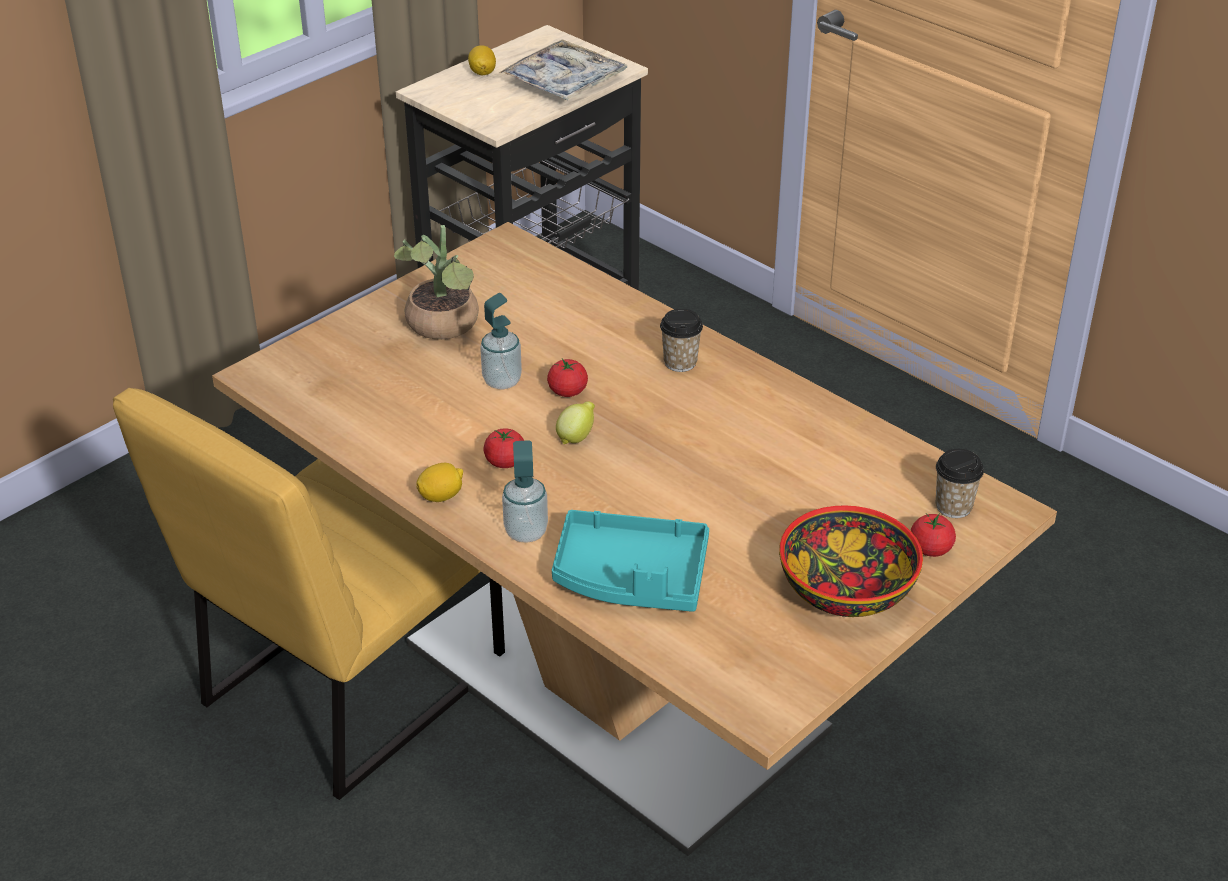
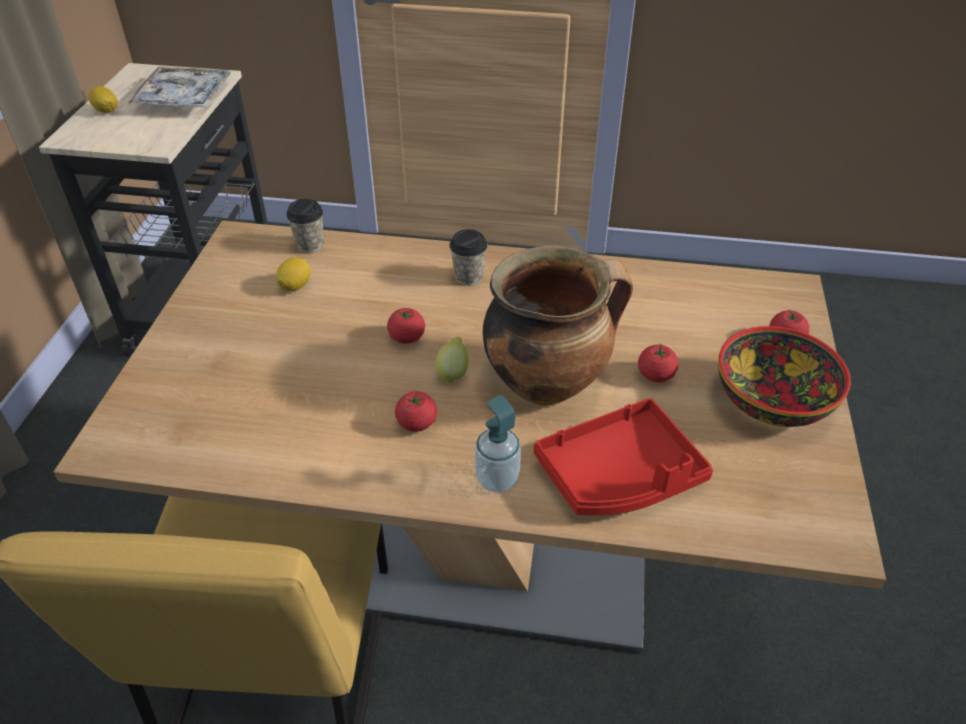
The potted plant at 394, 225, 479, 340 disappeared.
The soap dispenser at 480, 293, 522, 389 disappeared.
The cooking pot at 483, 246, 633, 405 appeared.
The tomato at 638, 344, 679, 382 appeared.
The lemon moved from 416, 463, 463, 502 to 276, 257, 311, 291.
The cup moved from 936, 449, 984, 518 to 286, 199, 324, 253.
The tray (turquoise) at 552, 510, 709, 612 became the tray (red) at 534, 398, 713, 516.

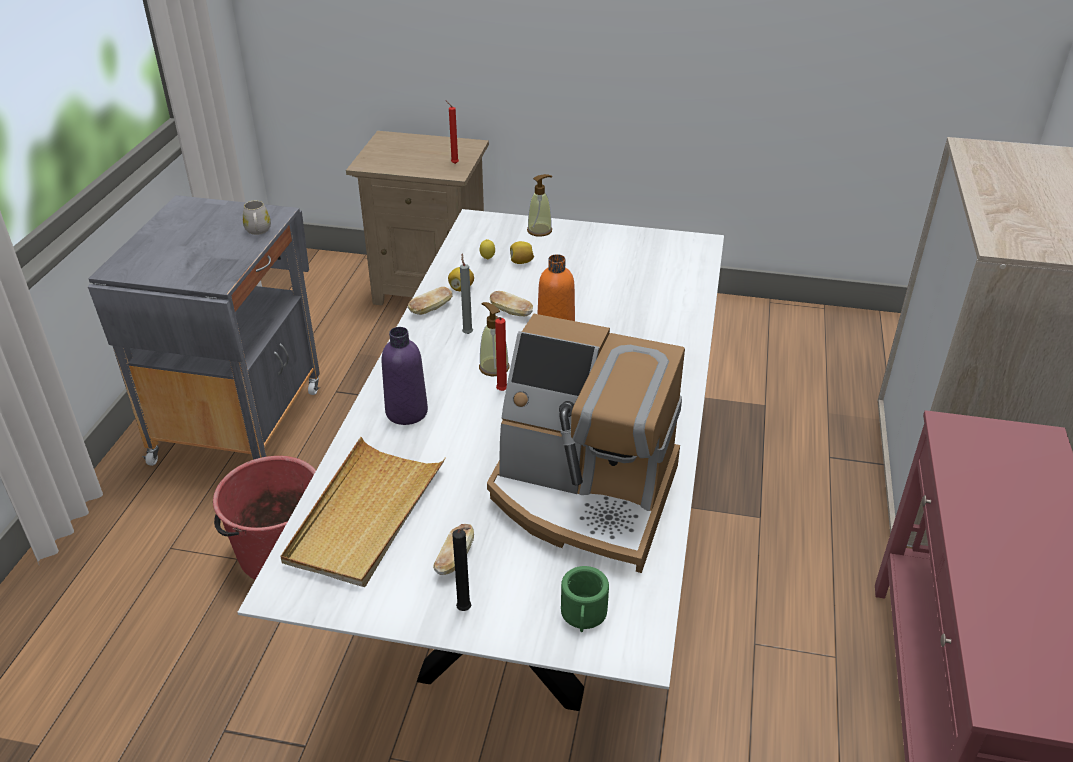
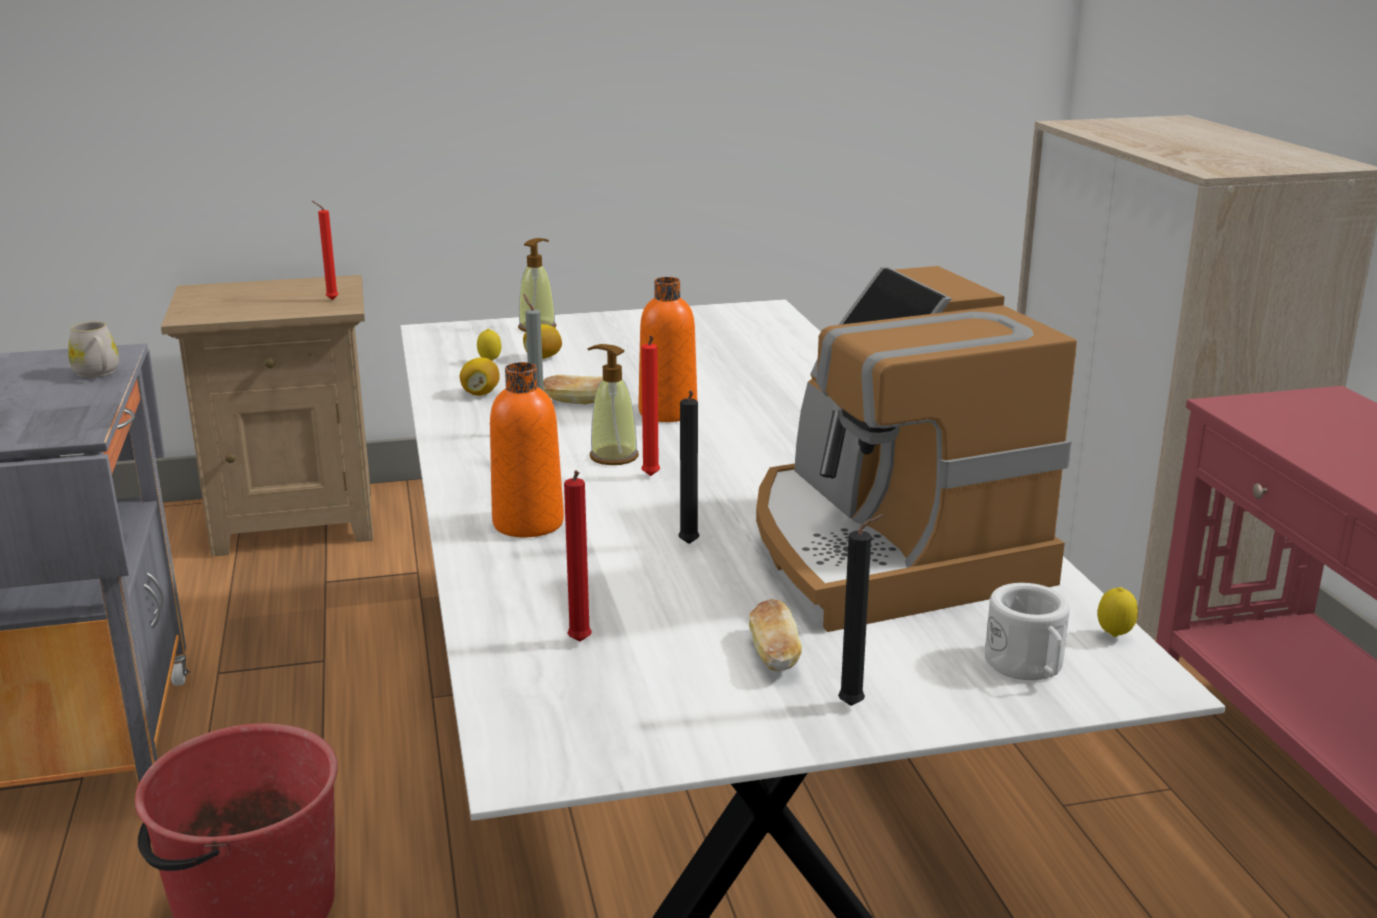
The bread at 408, 287, 453, 315 disappeared.
The candle (black) at 678, 390, 700, 544 appeared.
The lemon at 1097, 587, 1138, 637 appeared.
The tray (beige) at 280, 437, 446, 587 was replaced by the candle (red) at 564, 470, 592, 642.
The bottle (purple) at 382, 327, 428, 425 became the bottle (orange) at 490, 362, 564, 537.
The mug (green) at 561, 566, 609, 632 became the mug (white) at 985, 583, 1070, 680.
The coffee machine at 487, 314, 685, 573 turned 75 degrees clockwise.

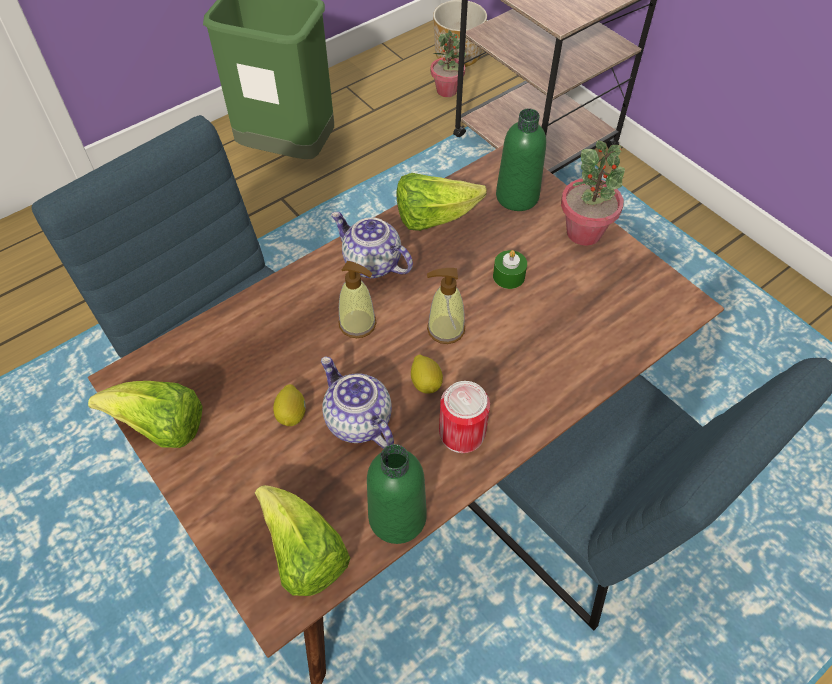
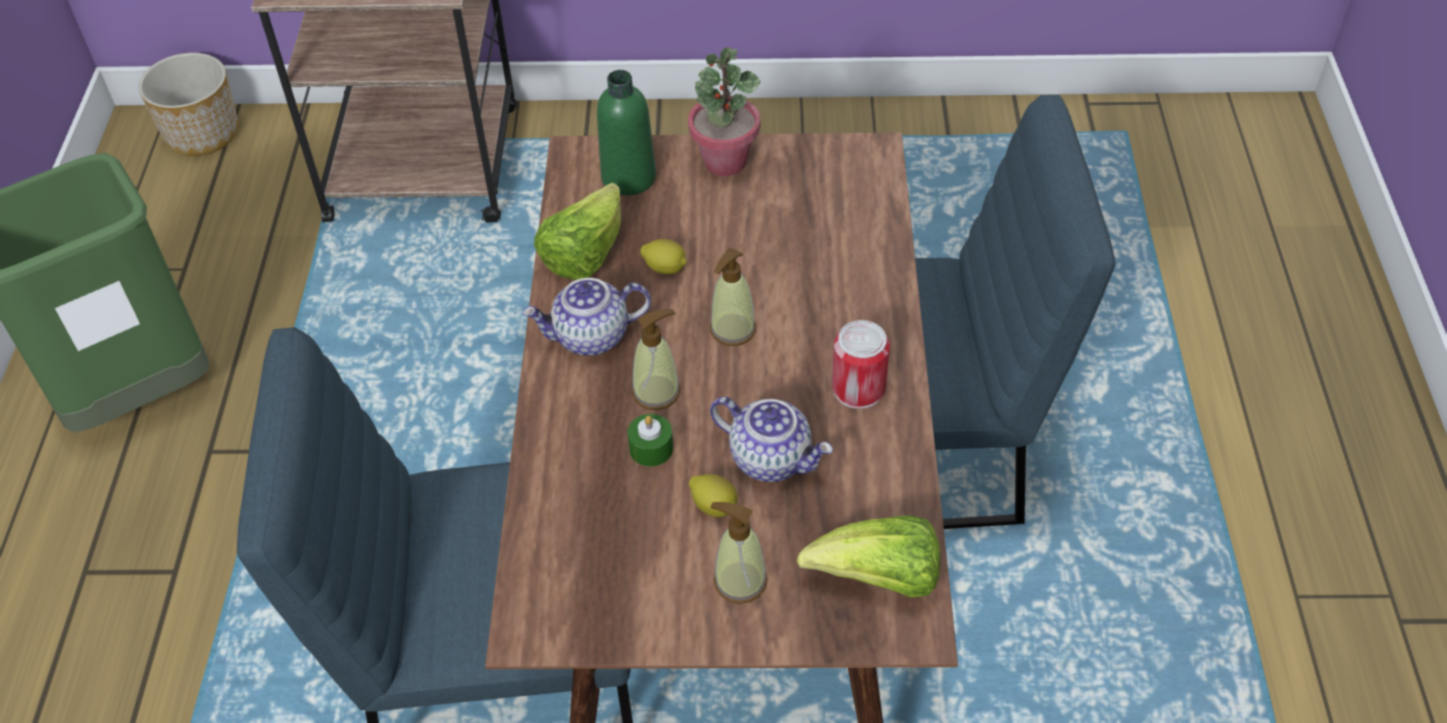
The lettuce at 88, 381, 203, 448 disappeared.
The bottle (green) at 367, 444, 427, 544 disappeared.
The potted plant at 430, 30, 466, 97 disappeared.
The soap dispenser at 710, 502, 767, 604 appeared.
The lemon moved from 411, 355, 443, 393 to 640, 239, 687, 275.
The candle (green) moved from 493, 250, 527, 289 to 628, 414, 673, 467.
The teapot at 321, 356, 394, 449 turned 150 degrees counterclockwise.

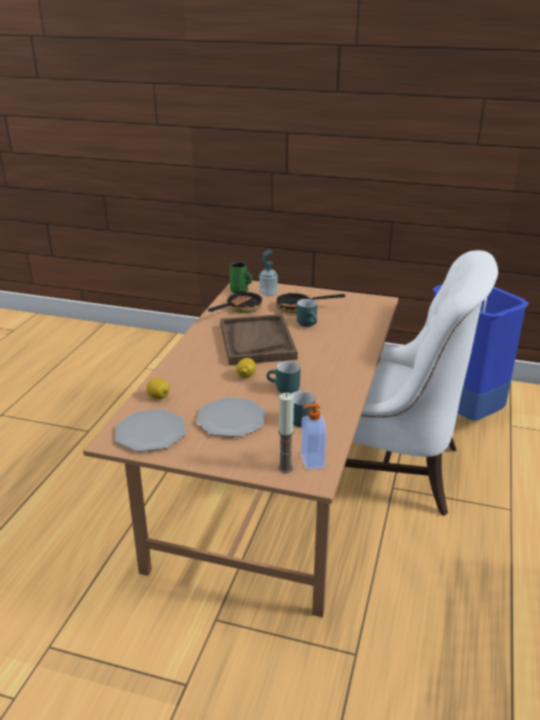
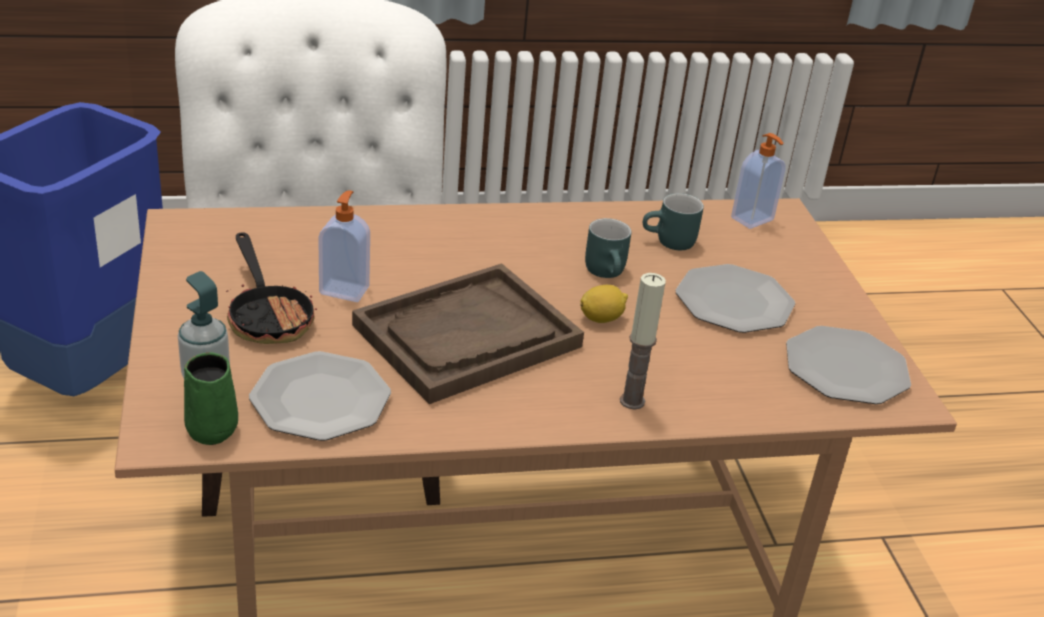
The lemon at 146, 378, 170, 399 disappeared.
The candle moved from 278, 393, 294, 473 to 620, 273, 666, 410.
The frying pan at 208, 289, 262, 313 was replaced by the plate at 249, 351, 391, 441.
The mug (turquoise) at 297, 299, 317, 327 was replaced by the soap dispenser at 318, 191, 370, 302.

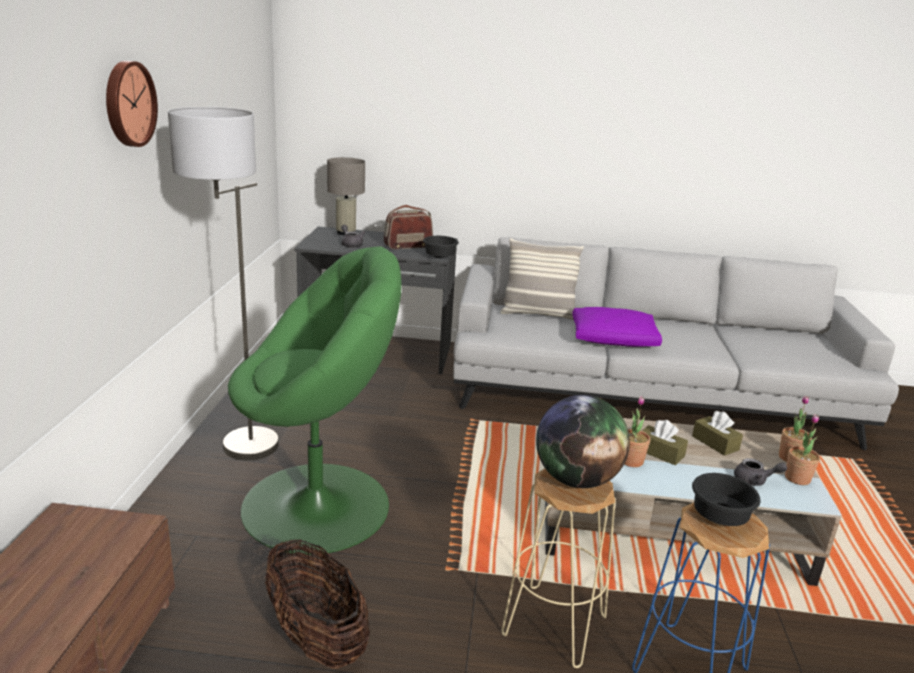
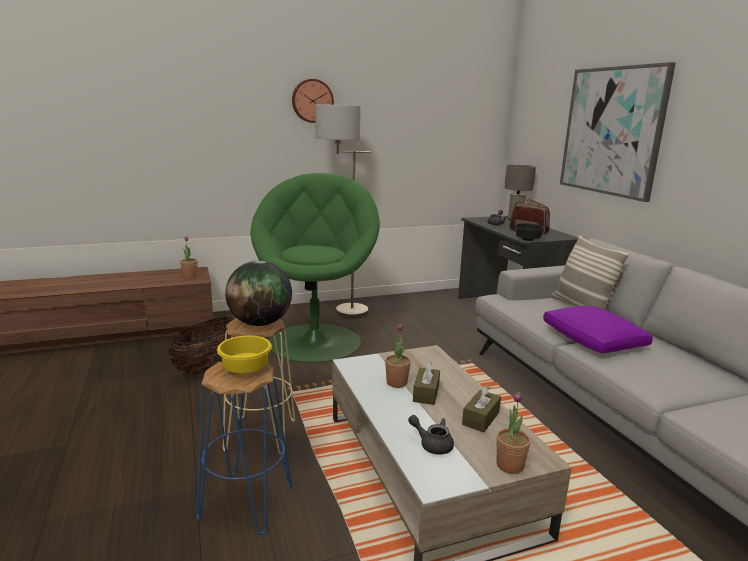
The picture at 560, 62, 676, 202 appeared.
The potted plant moved from 785, 414, 820, 485 to 180, 236, 198, 278.
The bowl (black) at 692, 473, 761, 526 became the bowl (yellow) at 217, 335, 272, 373.
The armchair (green) at 228, 246, 401, 555 turned 135 degrees counterclockwise.
The teapot (grey) at 734, 458, 787, 486 turned 135 degrees clockwise.

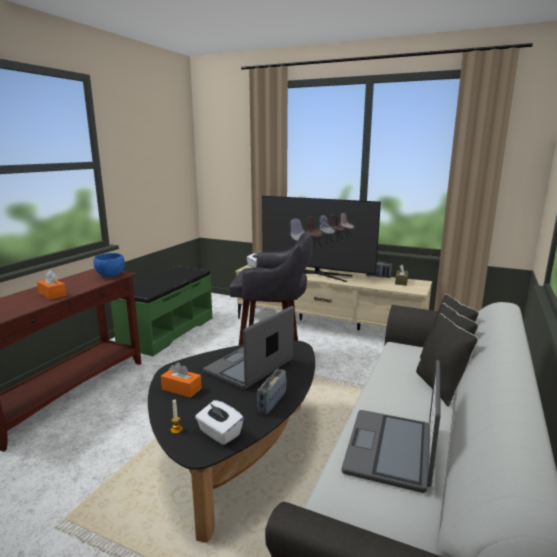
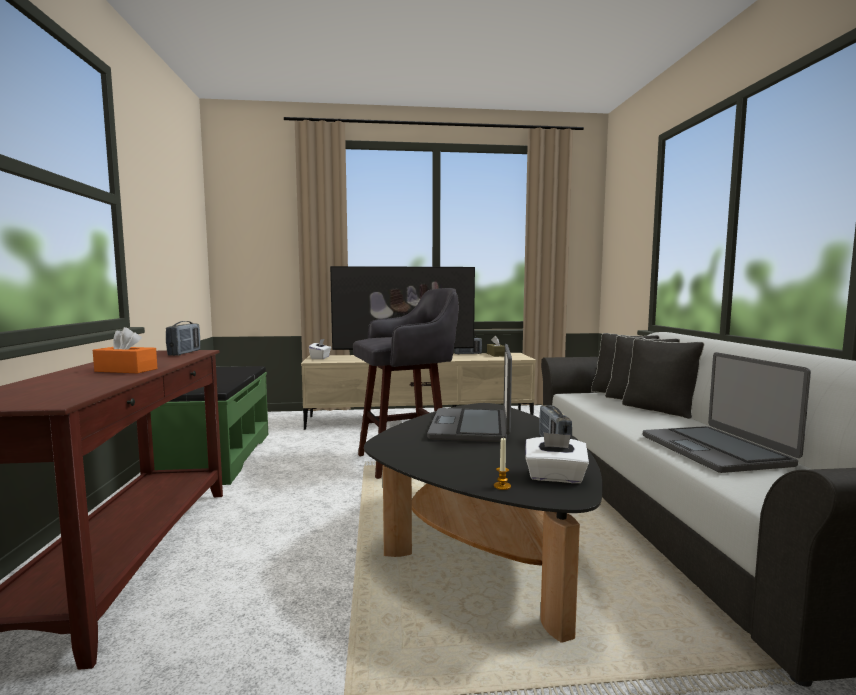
The tissue box (orange) at 161, 362, 202, 398 disappeared.
The bowl (blue) at 93, 253, 125, 277 was replaced by the radio at 166, 321, 200, 356.

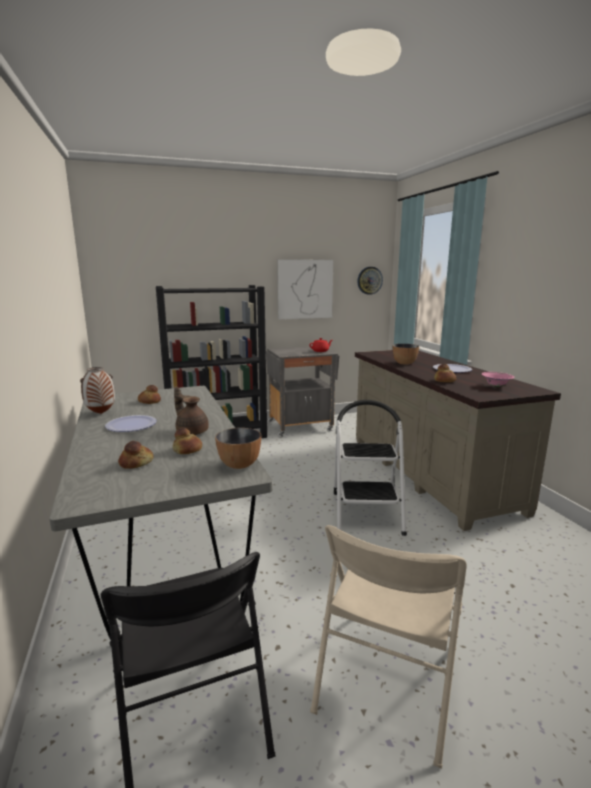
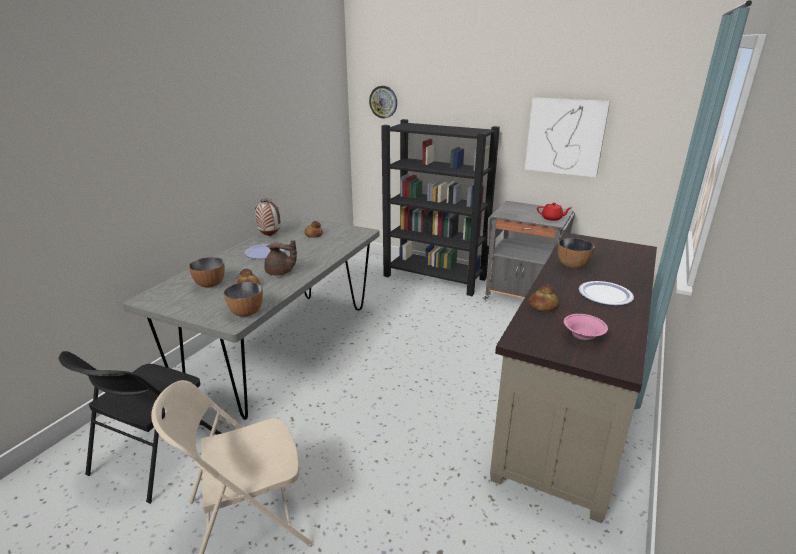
The step ladder at 334, 400, 407, 536 disappeared.
The wall clock moved from 358, 267, 383, 295 to 369, 86, 397, 118.
The bread at 118, 441, 154, 469 was replaced by the bowl at 189, 257, 225, 288.
The teapot (brown) at 174, 386, 209, 435 turned 105 degrees clockwise.

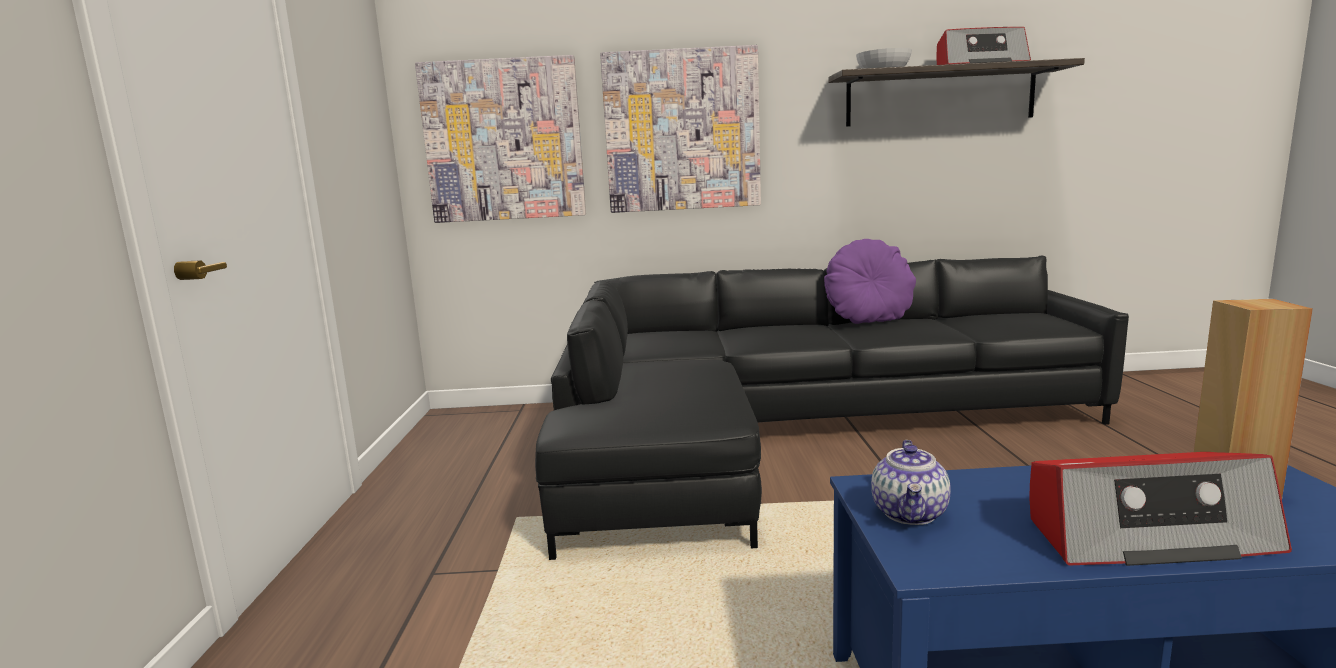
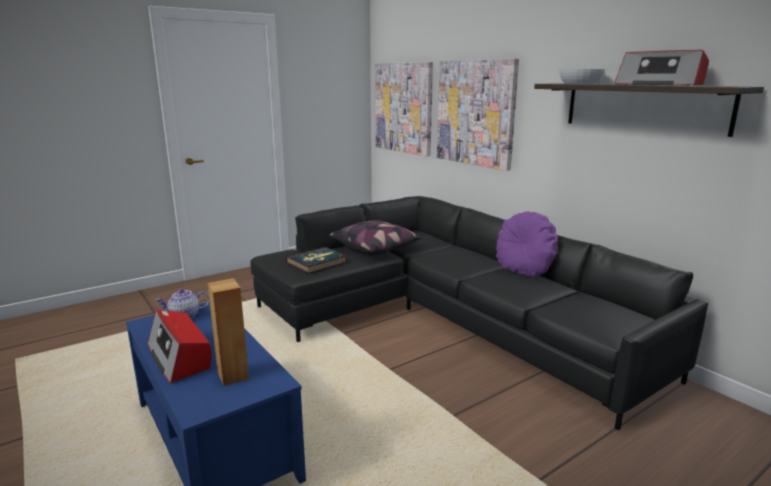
The book at 286, 247, 347, 274 appeared.
The pillow at 330, 220, 423, 255 appeared.

